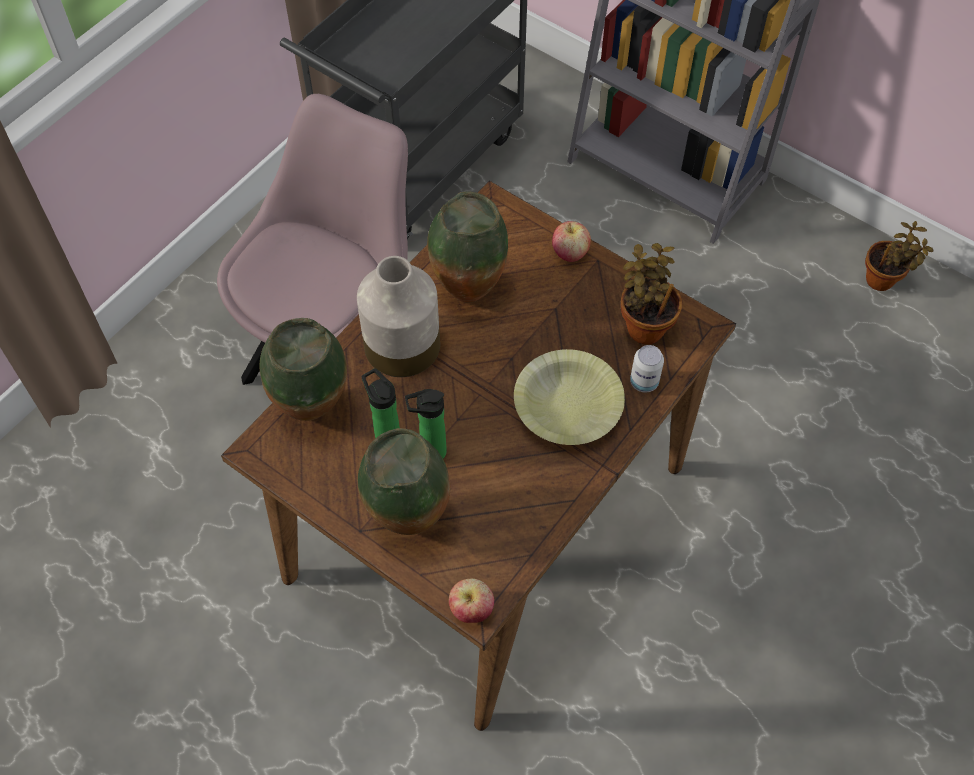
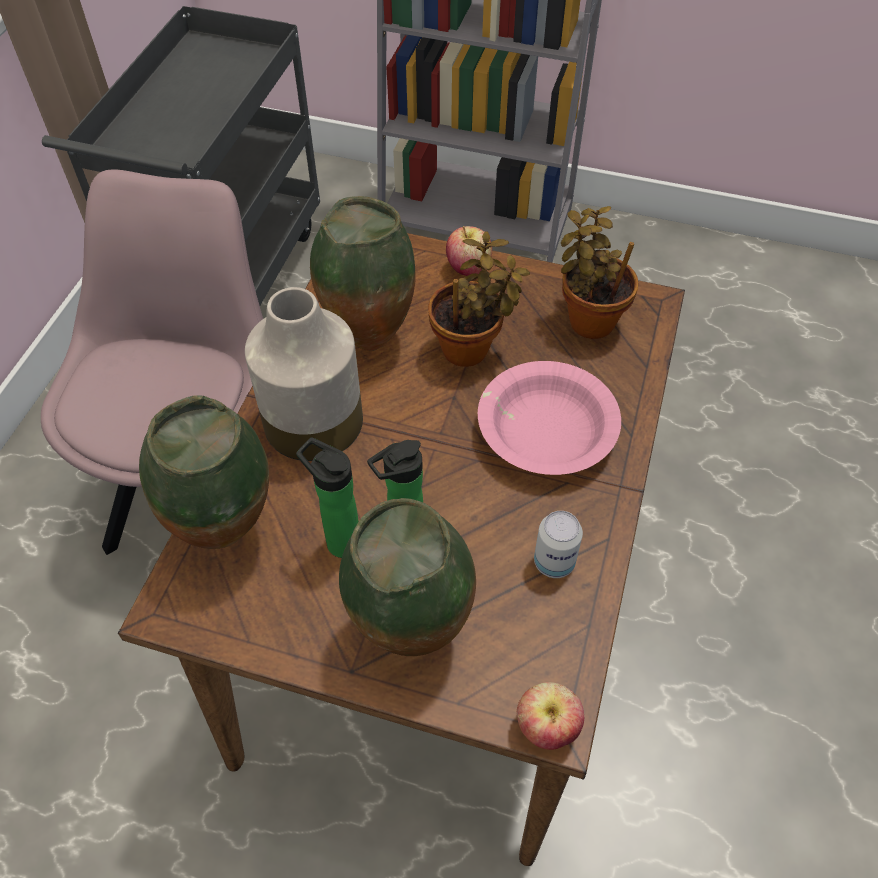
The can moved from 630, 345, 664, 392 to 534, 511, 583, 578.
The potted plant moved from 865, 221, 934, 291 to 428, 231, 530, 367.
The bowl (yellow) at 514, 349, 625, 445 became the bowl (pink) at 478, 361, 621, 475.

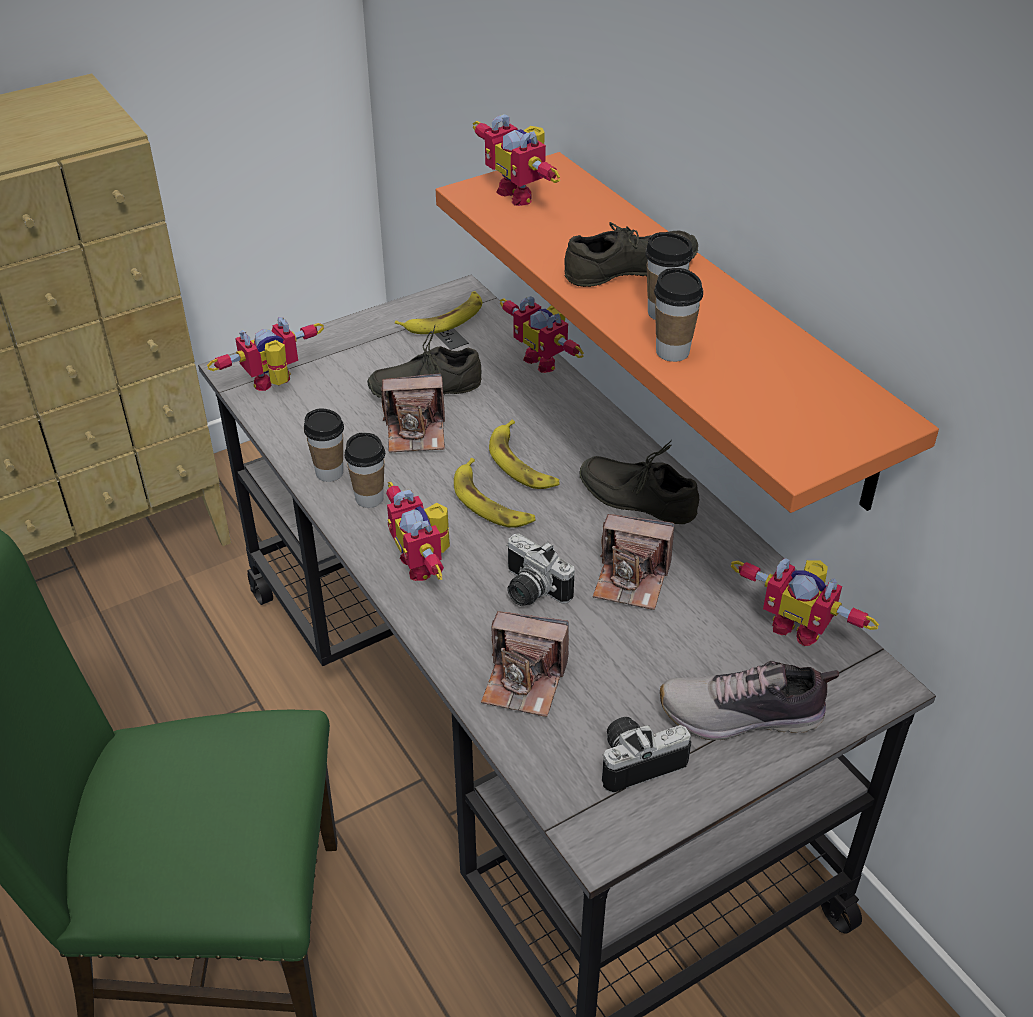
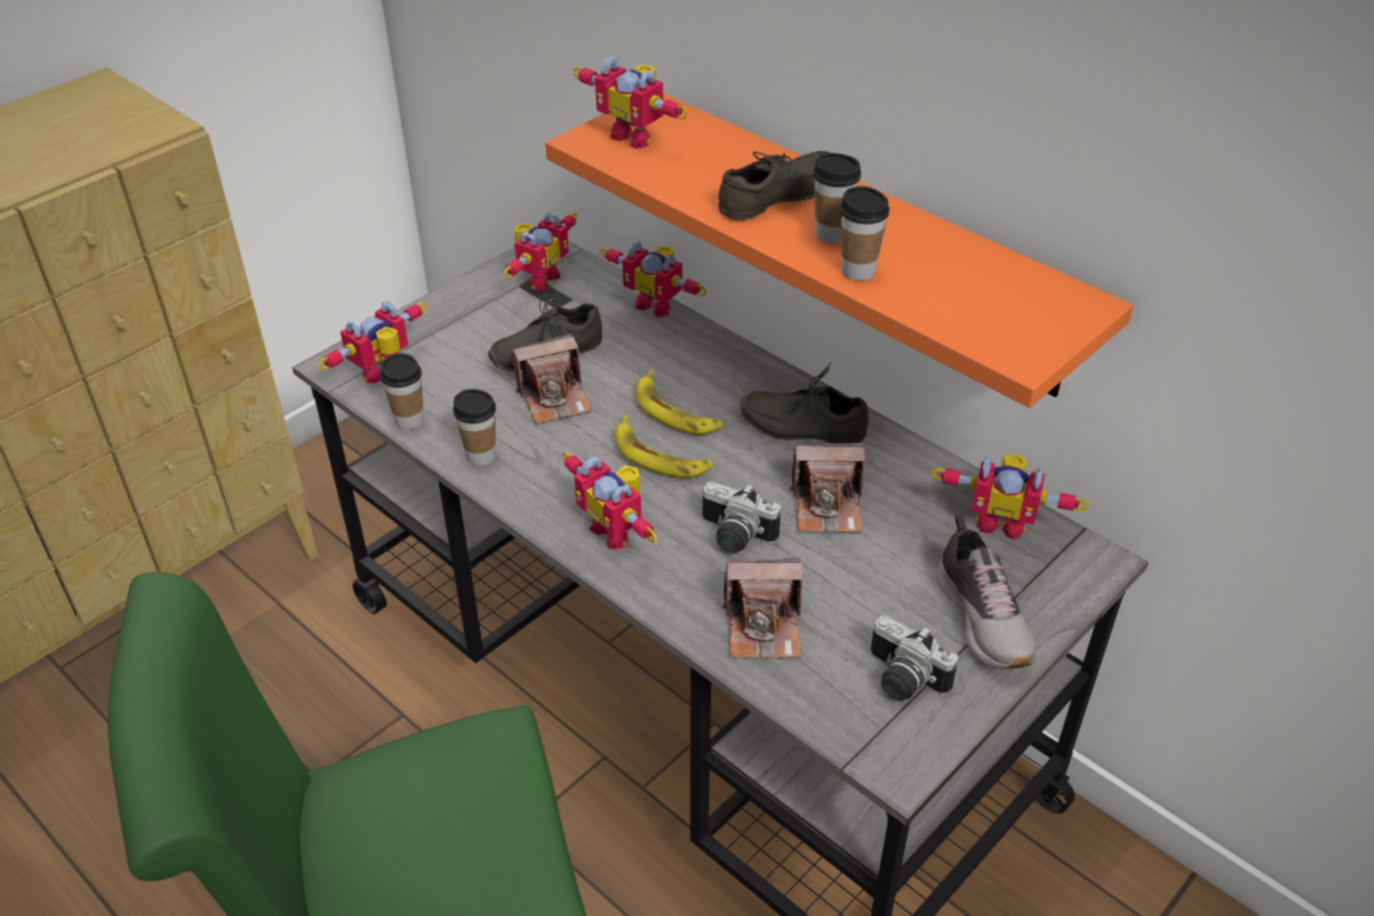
The cup moved from 345, 433, 385, 508 to 380, 353, 424, 430.
The banana at 395, 291, 482, 334 was replaced by the toy robot at 504, 212, 577, 291.
The photo camera at 602, 717, 691, 793 turned 105 degrees counterclockwise.
The shoe at 660, 661, 839, 740 turned 90 degrees counterclockwise.

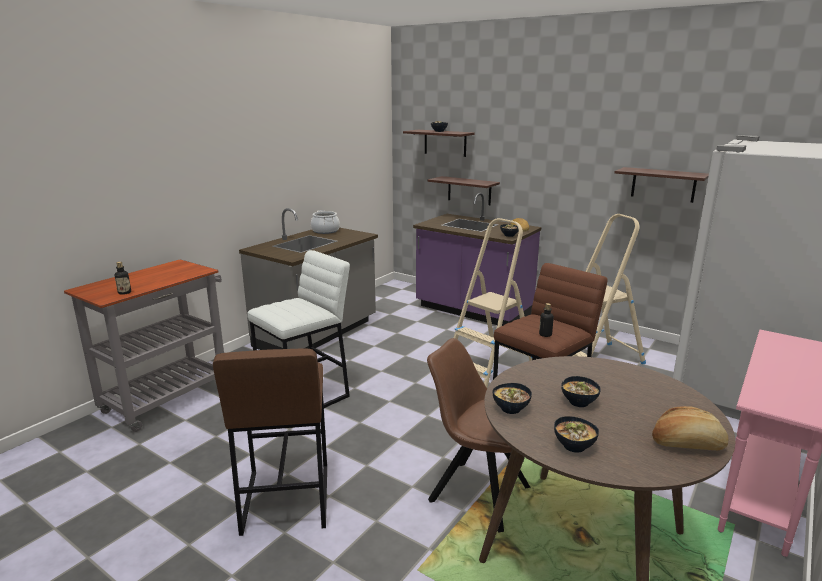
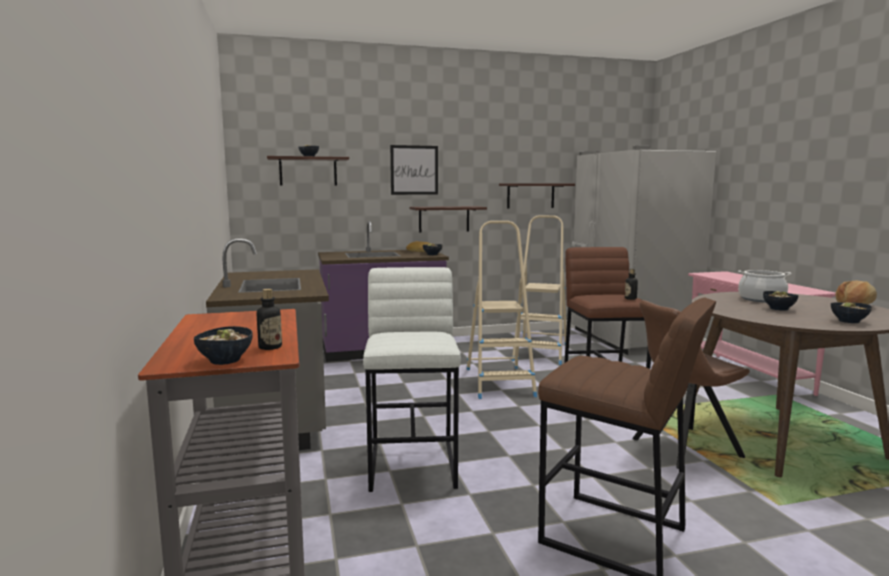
The picture at 390, 145, 438, 195 appeared.
The cooking pot moved from 311, 210, 340, 234 to 738, 270, 792, 303.
The shelf moved from 428, 176, 500, 205 to 410, 206, 487, 232.
The bowl moved from 493, 383, 532, 414 to 194, 326, 252, 365.

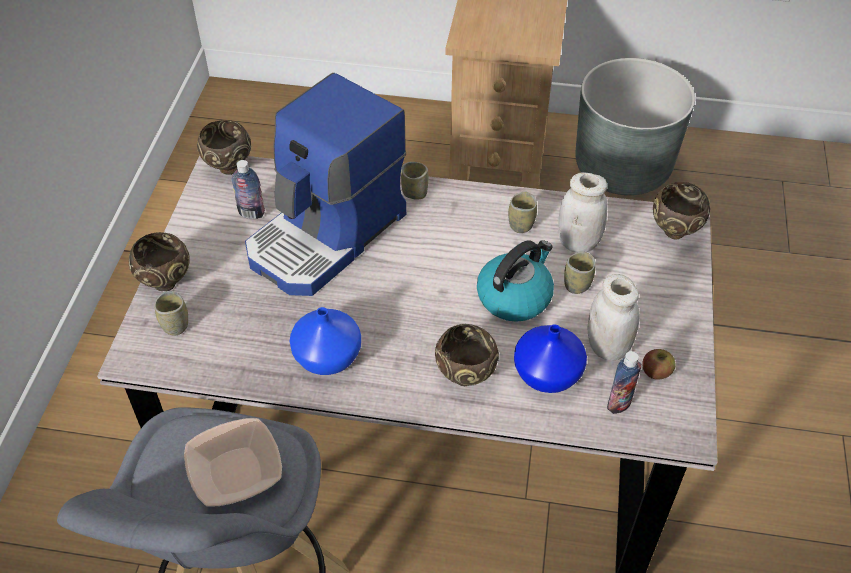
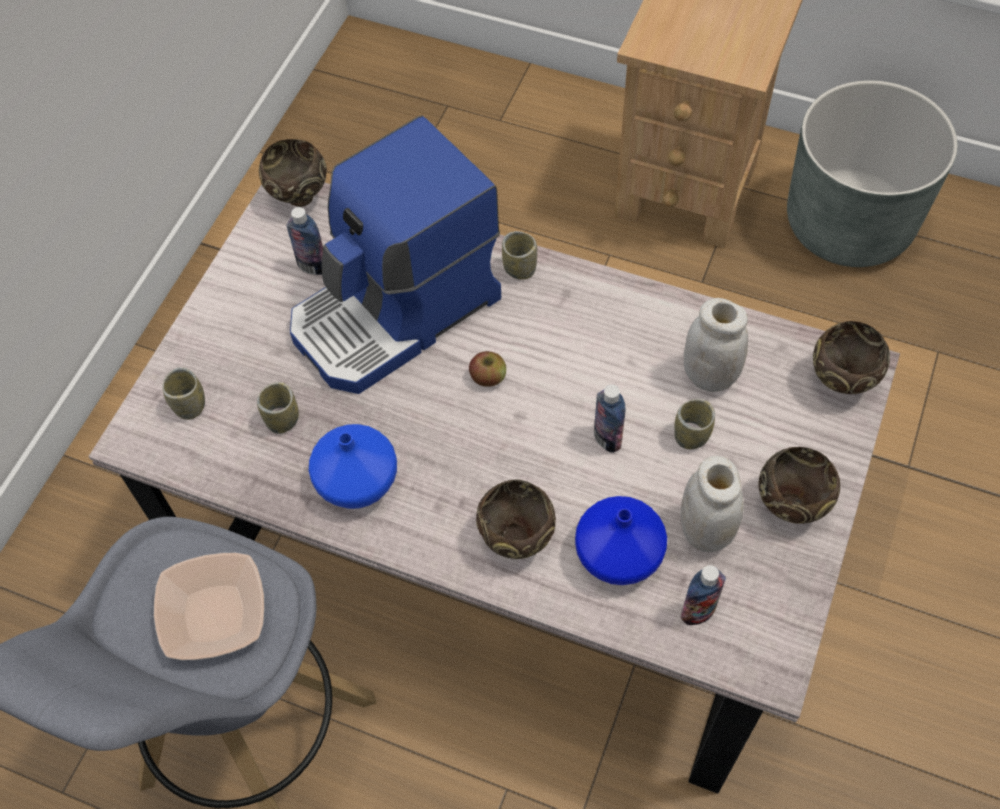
The bowl (brown) moved from 129, 232, 190, 291 to 758, 447, 840, 524.
The cup moved from 508, 192, 537, 233 to 257, 382, 299, 434.
The apple moved from 642, 349, 676, 380 to 469, 351, 506, 386.
The kettle at 477, 240, 554, 322 was replaced by the bottle at 594, 385, 625, 453.

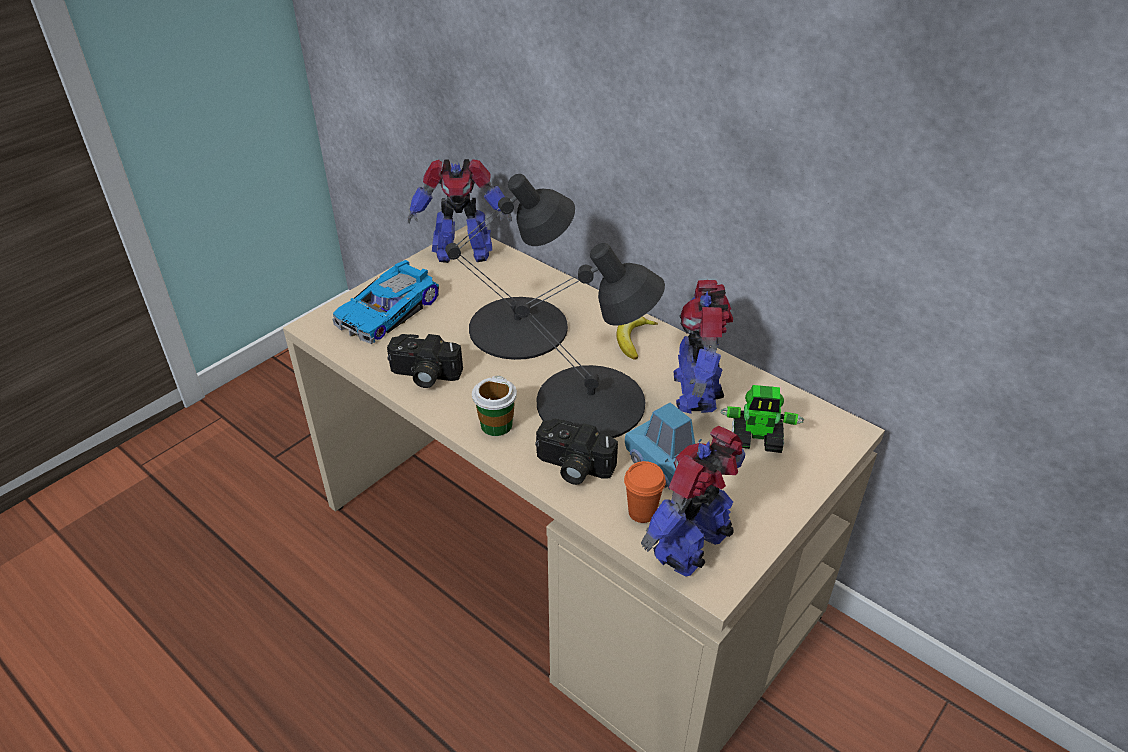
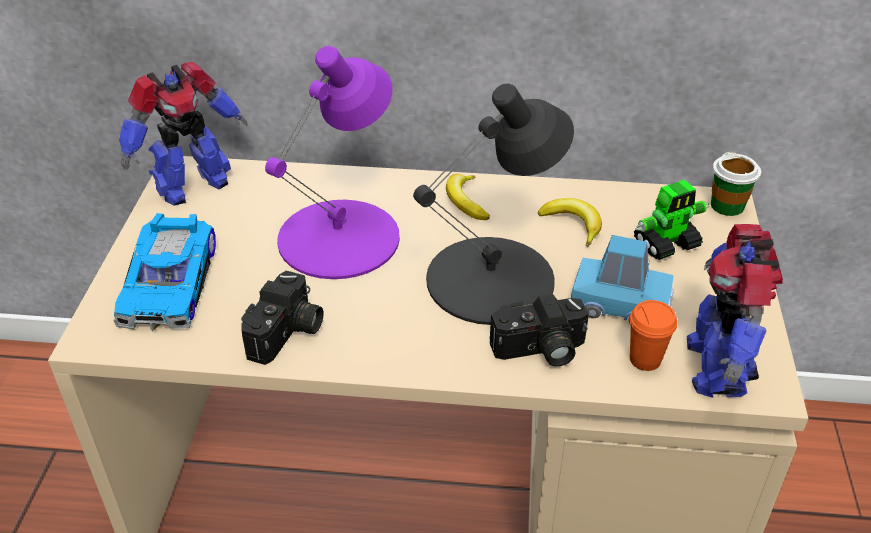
The cup moved from 472, 375, 517, 436 to 711, 152, 761, 216.
The toy robot at 674, 280, 733, 414 was replaced by the banana at 538, 198, 602, 247.
The table lamp (black) at 445, 174, 575, 360 became the table lamp (purple) at 265, 46, 400, 279.
The photo camera at 387, 334, 463, 388 turned 45 degrees counterclockwise.

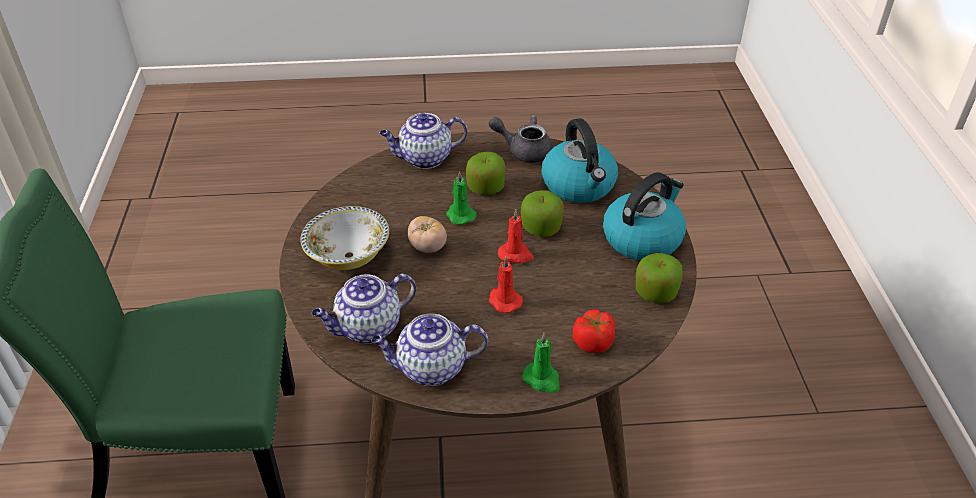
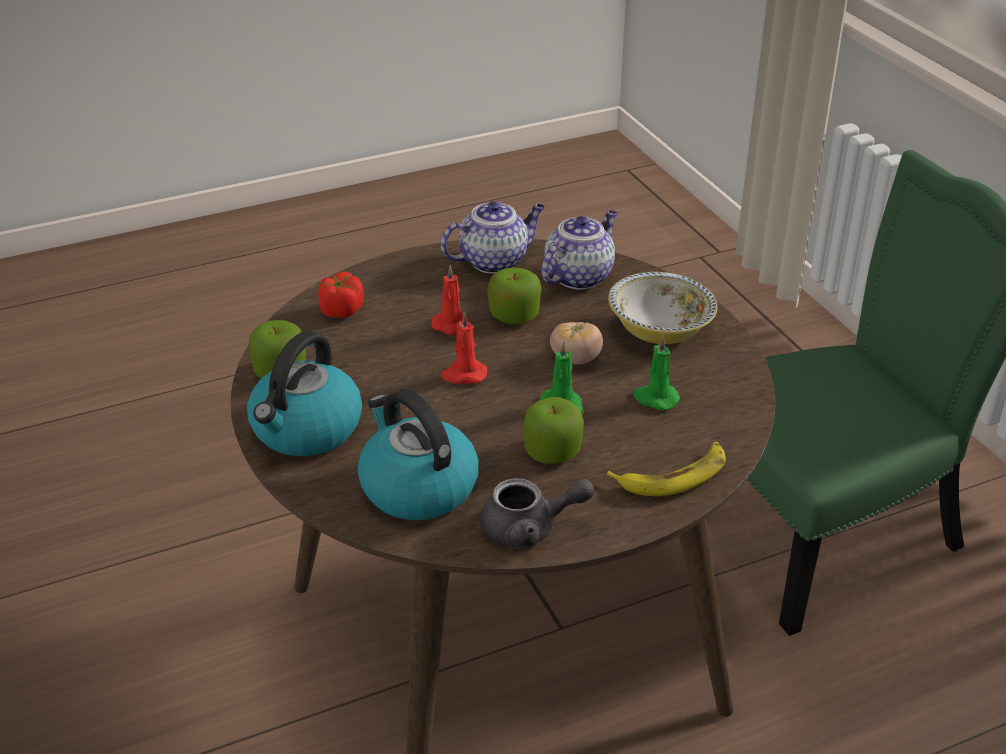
The apple moved from 521, 190, 564, 237 to 487, 268, 542, 325.
The candle (green) moved from 522, 333, 560, 393 to 633, 335, 680, 410.
The teapot at 379, 113, 468, 169 was replaced by the banana at 607, 442, 726, 496.

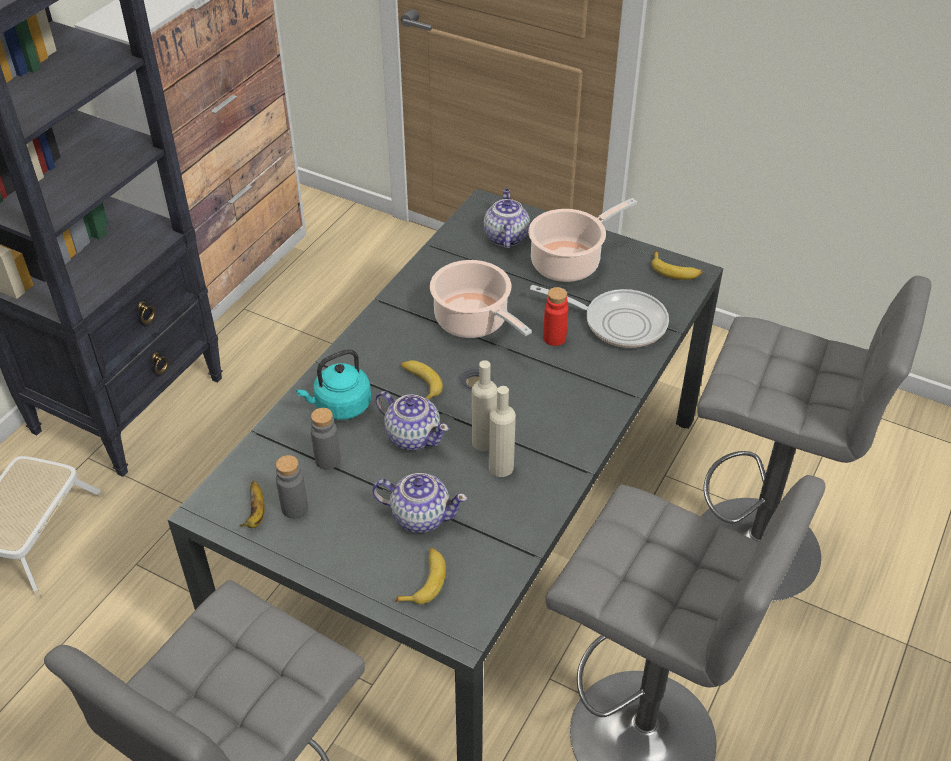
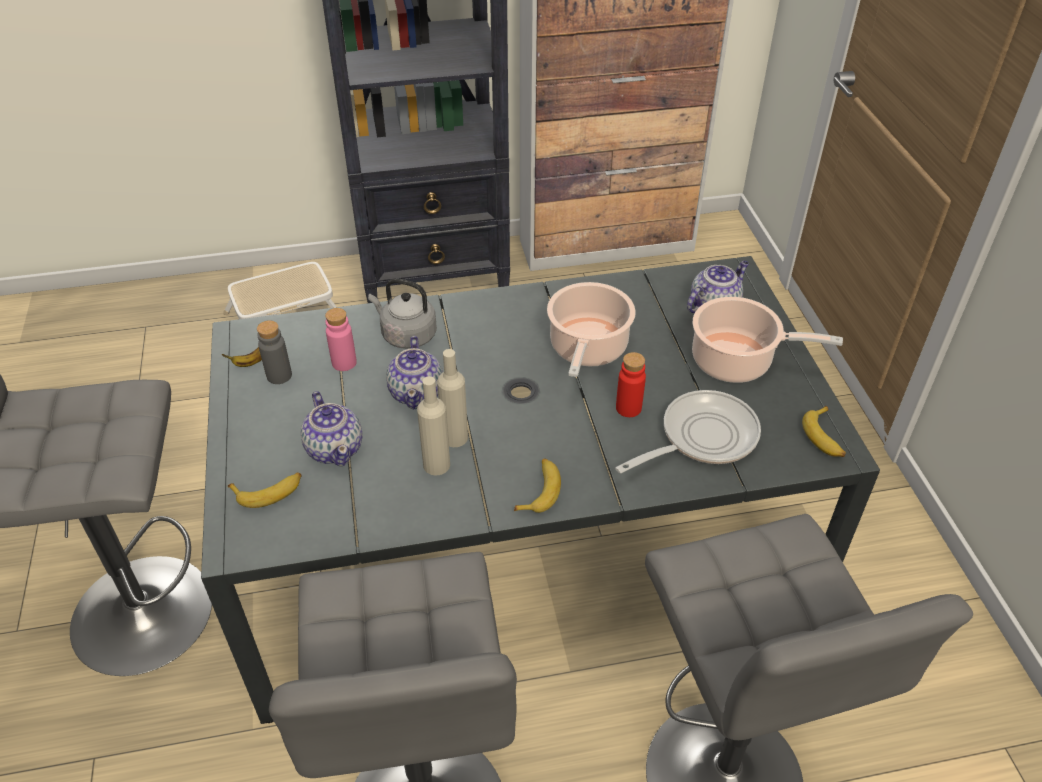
The banana moved from 401, 360, 443, 400 to 514, 458, 561, 513.
The kettle (turquoise) at 296, 349, 371, 420 became the kettle (grey) at 368, 278, 437, 349.
The bottle (grey) at 311, 408, 341, 470 became the bottle (pink) at 325, 308, 357, 371.
The frying pan at 530, 285, 669, 348 turned 105 degrees counterclockwise.

